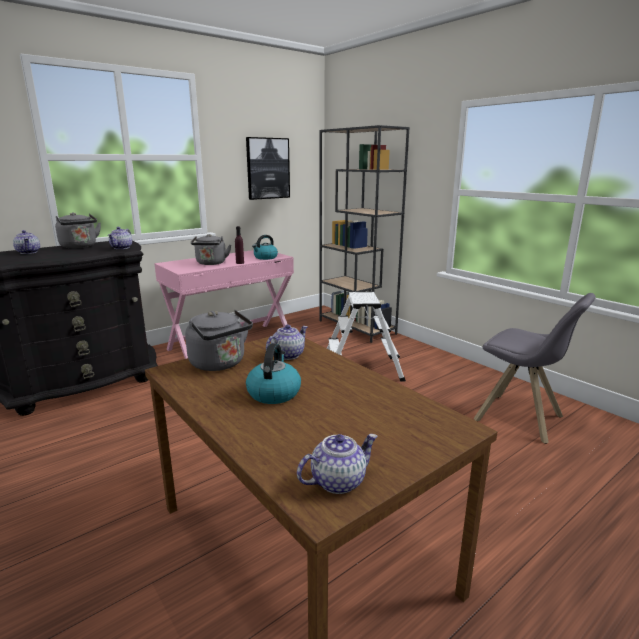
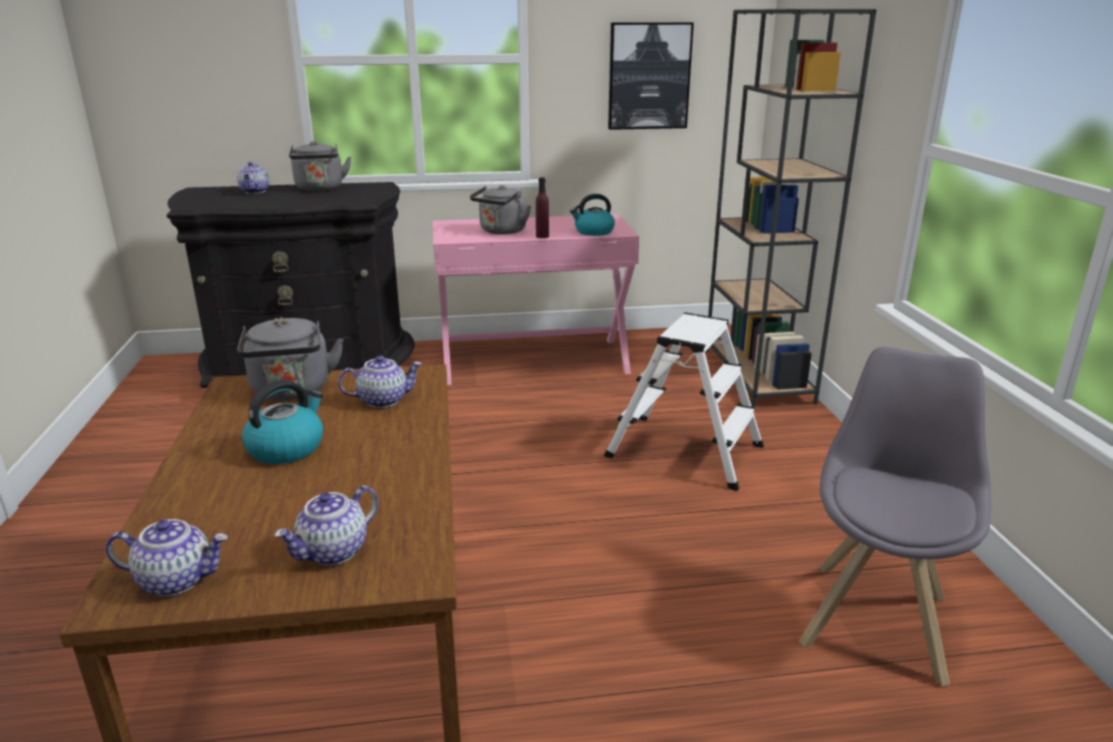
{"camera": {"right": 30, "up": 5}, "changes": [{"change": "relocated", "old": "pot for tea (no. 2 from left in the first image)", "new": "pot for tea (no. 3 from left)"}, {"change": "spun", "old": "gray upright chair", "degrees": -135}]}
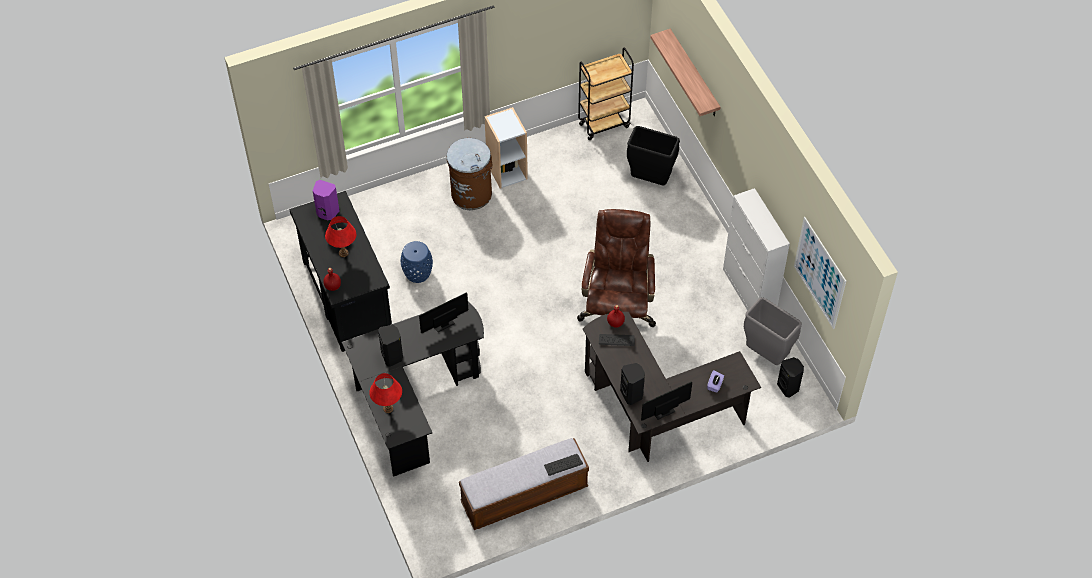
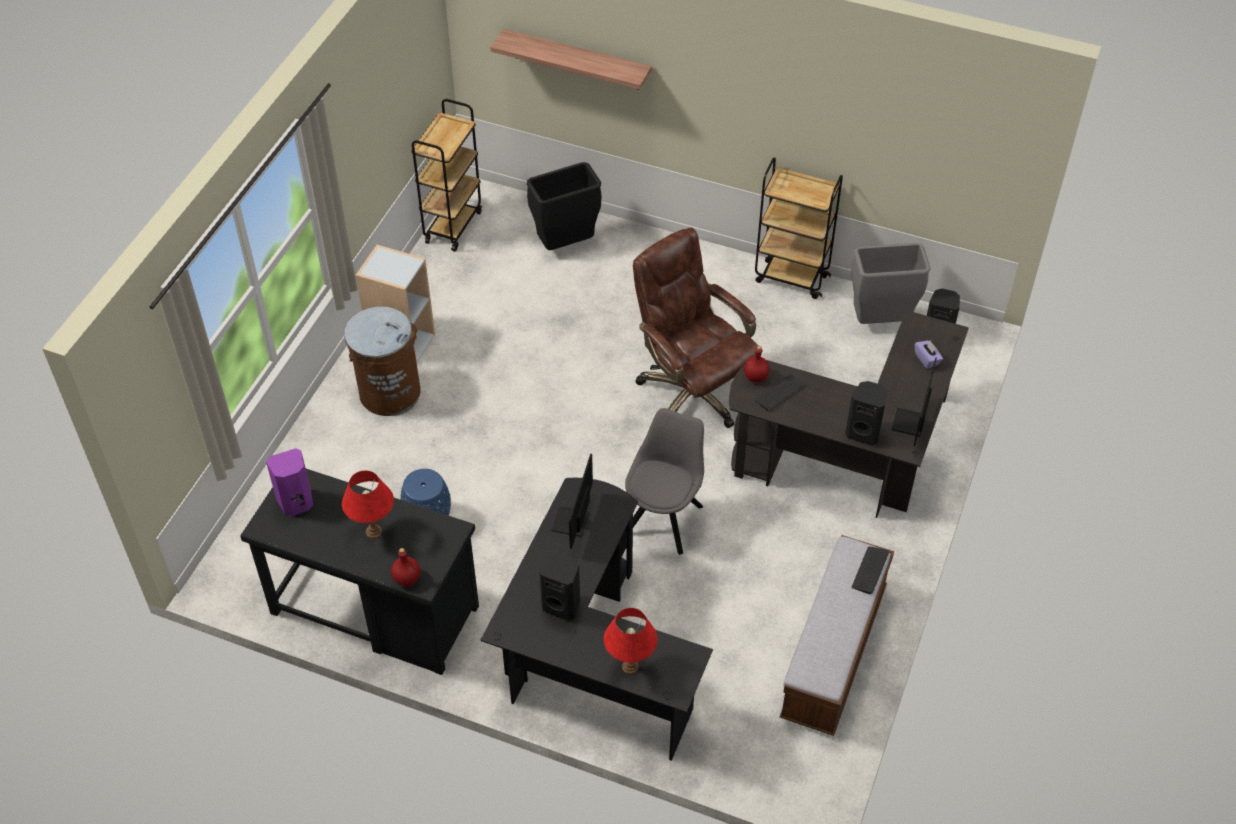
{"camera": {"right": -45, "up": -5}, "changes": [{"change": "exchanged", "old": "white-coloured storage cabinet", "new": "brownish wheeled cart (no. 2 from left)"}, {"change": "missing", "old": "wall picture"}, {"change": "appeared", "new": "gray upright chair"}]}
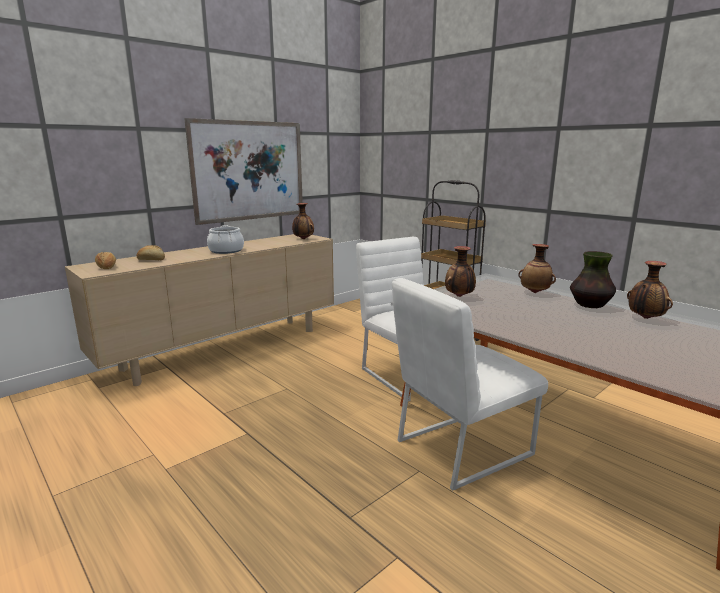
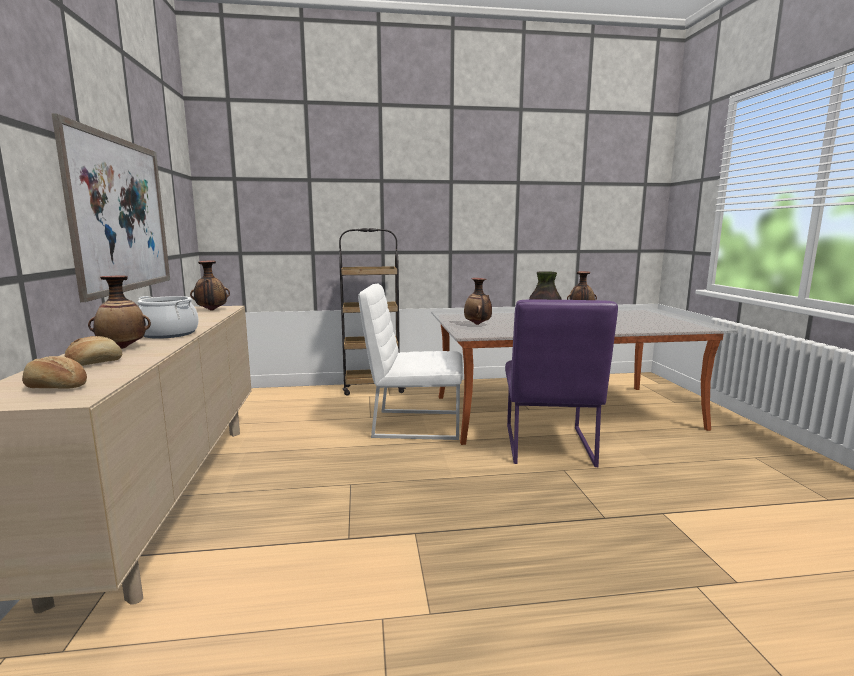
{"camera": {"right": -55, "up": -5}, "changes": [{"change": "colour", "old": "white-coloured upright chair (no. 2 from left)", "new": "purple upright chair"}, {"change": "relocated", "old": "flower vase (no. 3 from left in the first image)", "new": "flower vase (no. 1 from left)"}]}
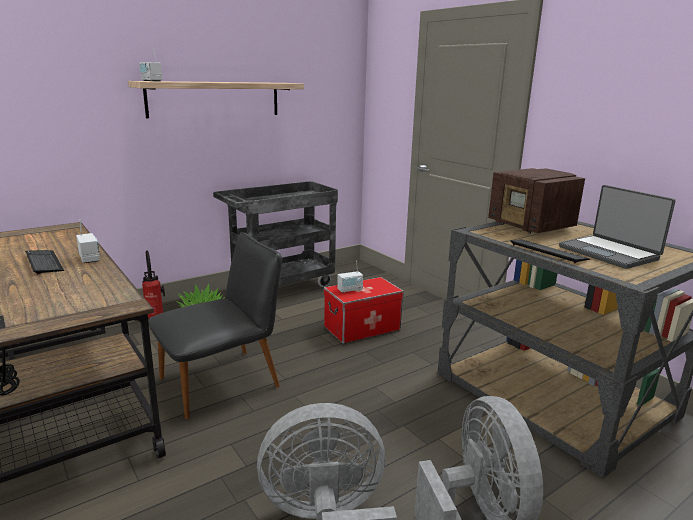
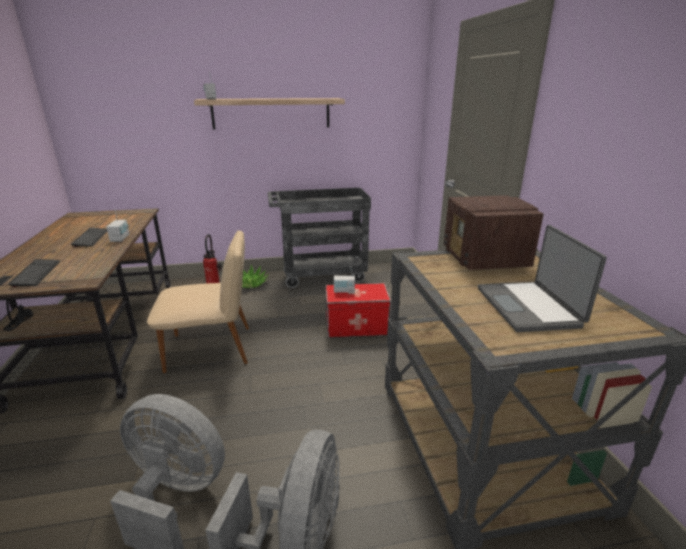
{"camera": {"right": 25, "up": 5}, "changes": [{"change": "colour", "old": "black upright chair", "new": "beige-coloured upright chair"}, {"change": "relocated", "old": "keyboard (no. 2 from left in the first image)", "new": "keyboard (no. 1 from left)"}]}
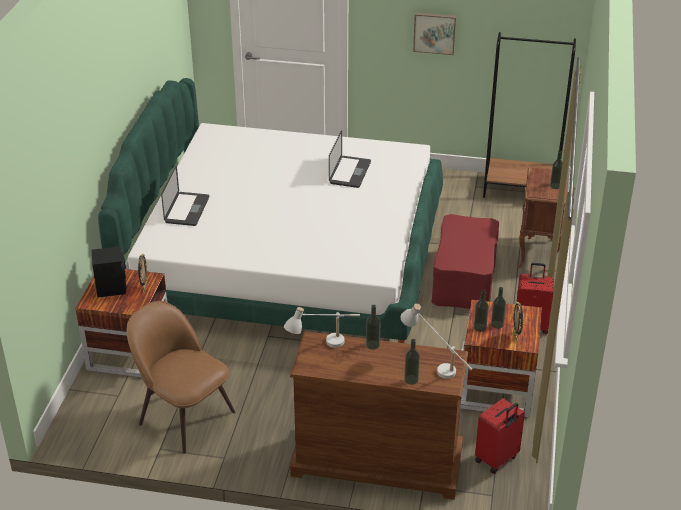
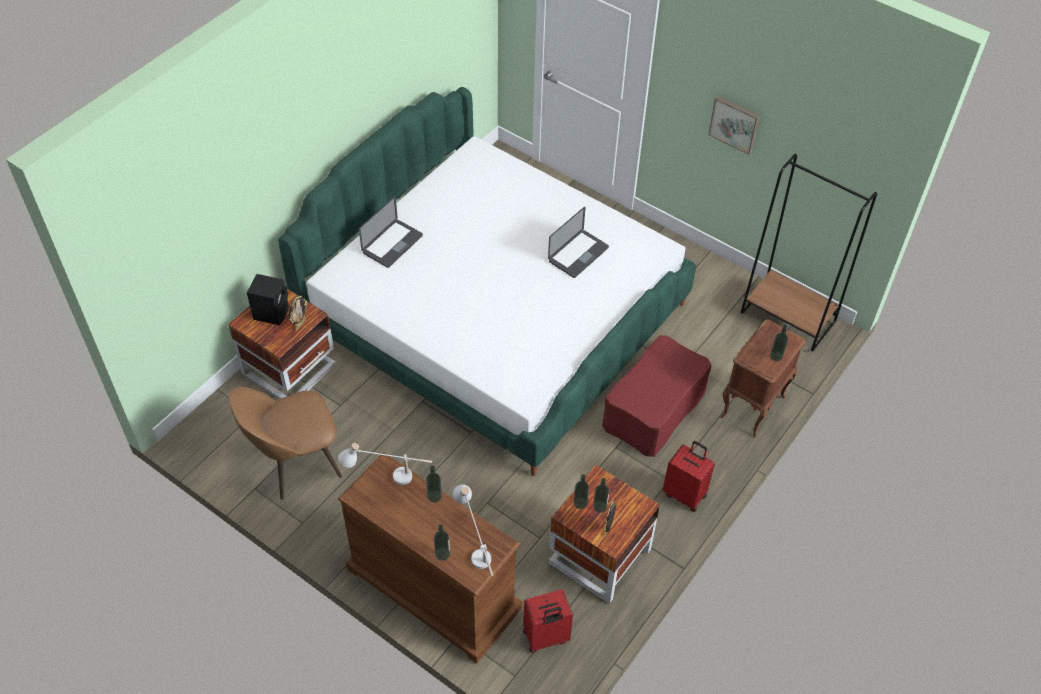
{"camera": {"right": 25, "up": 15}, "changes": [{"change": "spun", "old": "brownish upright chair", "degrees": -90}]}
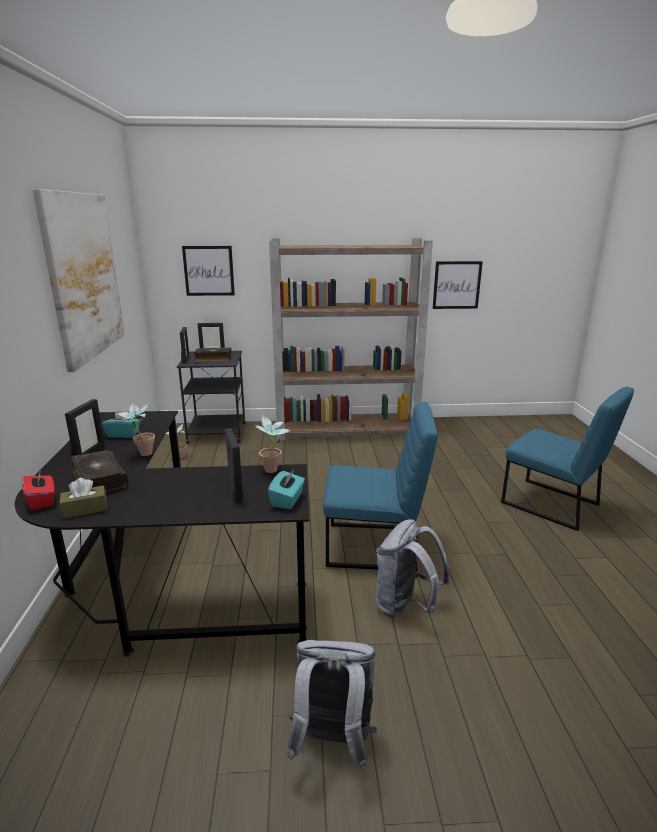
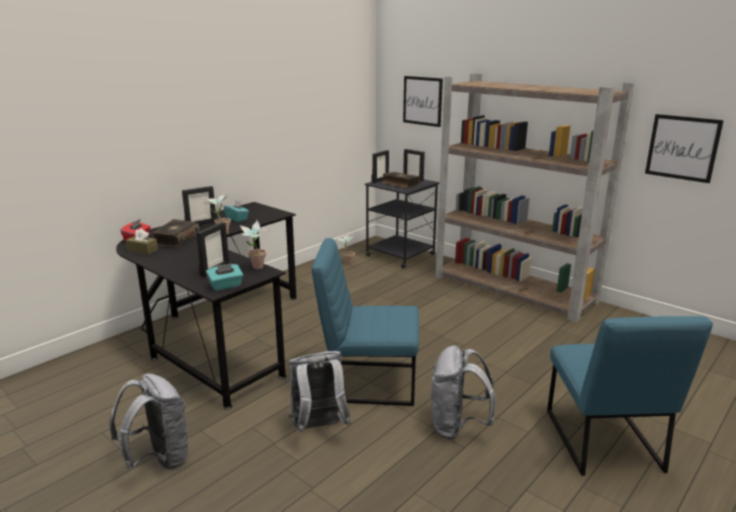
{"camera": {"right": 45, "up": 0}, "changes": [{"change": "missing", "old": "wall picture (no. 1 from left)"}, {"change": "spun", "old": "bluish upright chair (no. 1 from left)", "degrees": 135}, {"change": "appeared", "new": "gray backpack (no. 3 from left)"}]}
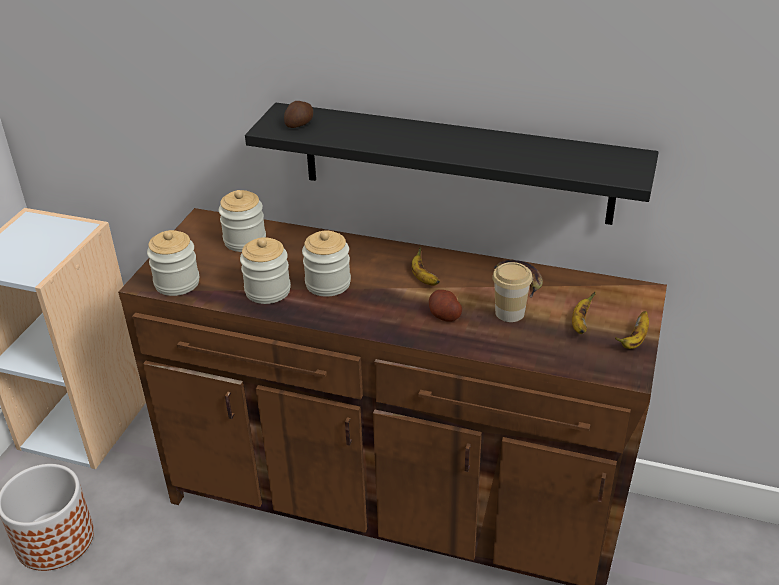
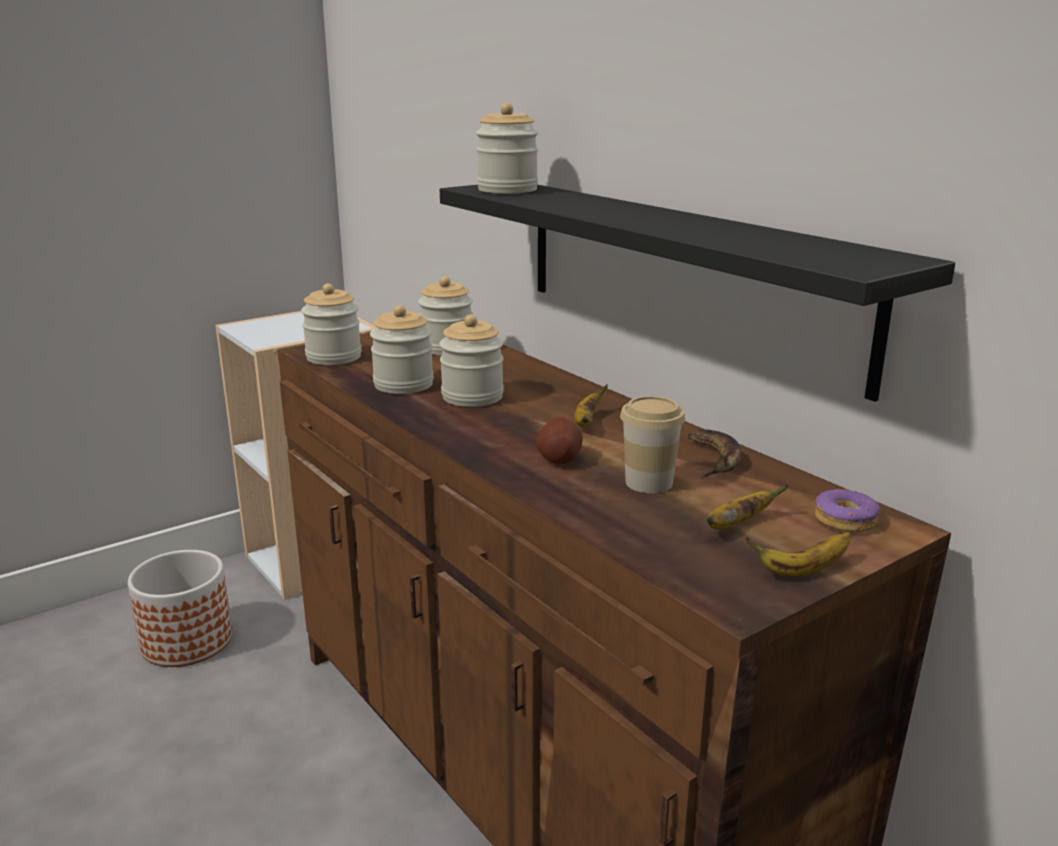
{"camera": {"right": 35, "up": -15}, "changes": [{"change": "exchanged", "old": "spud (no. 1 from left)", "new": "storage jar (no. 5 from left)"}, {"change": "appeared", "new": "ring doughnut"}]}
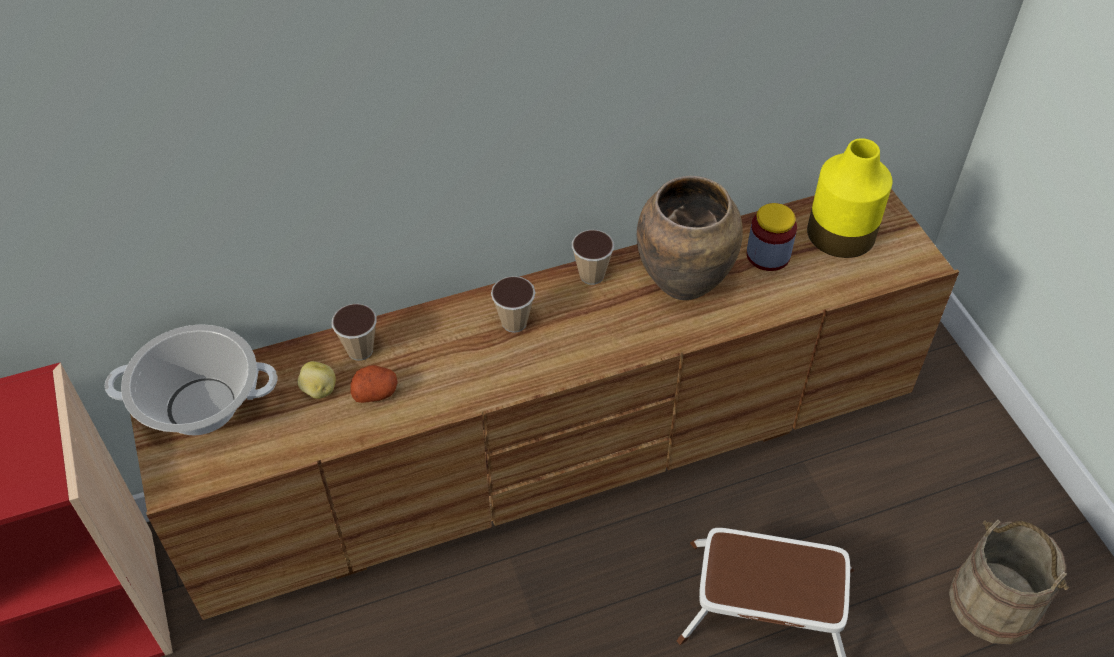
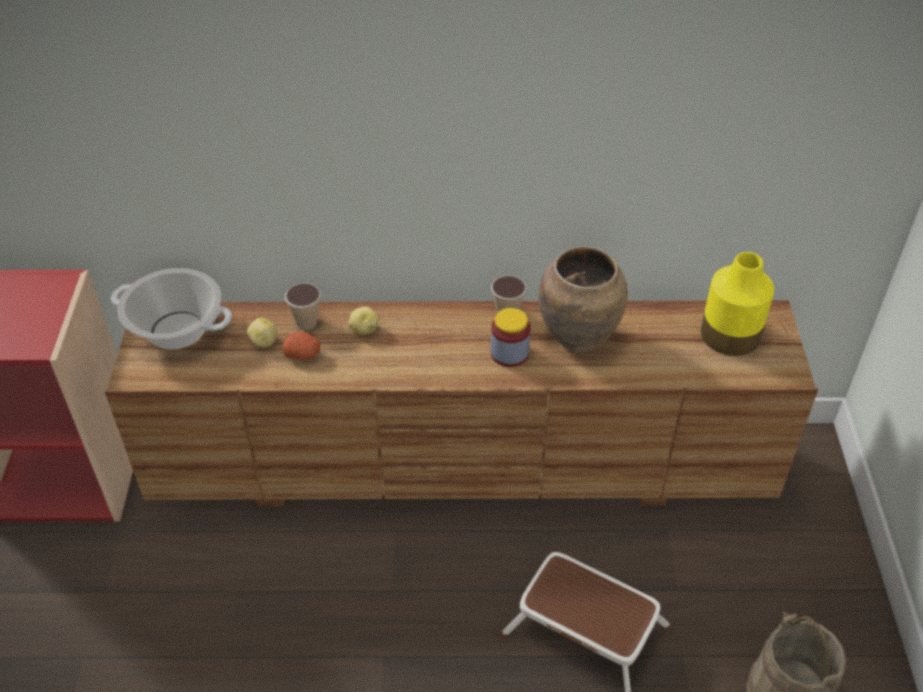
{"camera": {"right": 20, "up": -5}, "changes": [{"change": "missing", "old": "small cup (no. 2 from left)"}, {"change": "relocated", "old": "storage jar"}, {"change": "appeared", "new": "spud (no. 3 from left)"}]}
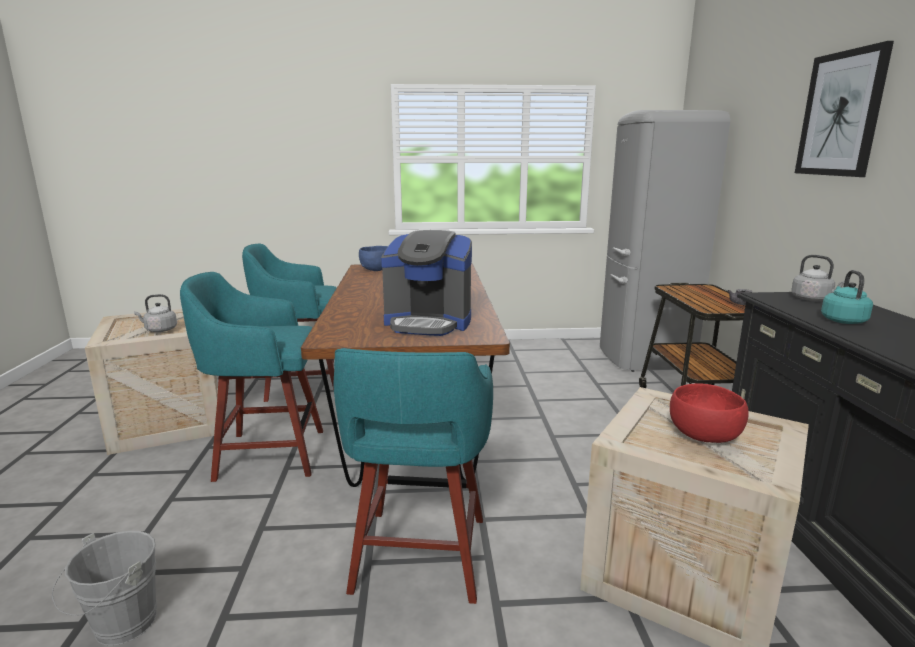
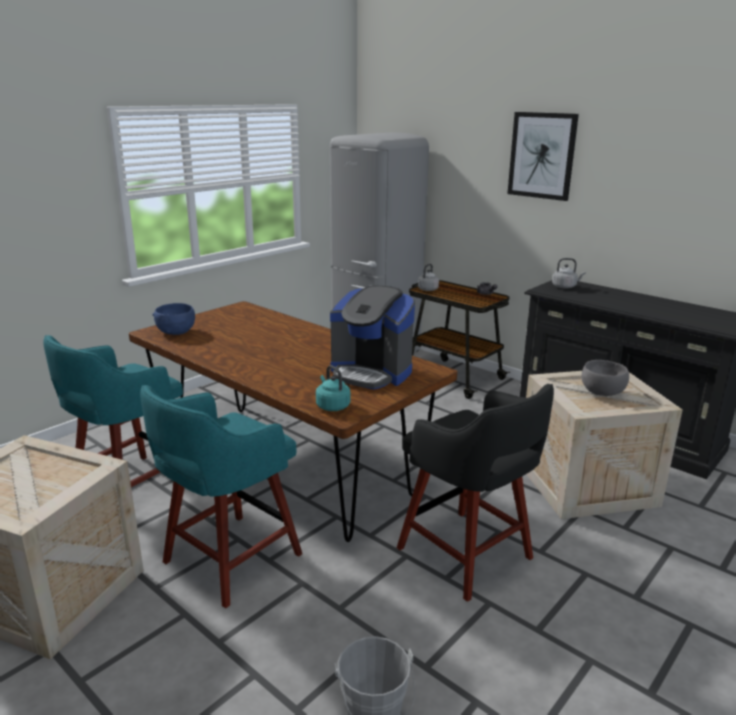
{"camera": {"right": -45, "up": 5}, "changes": [{"change": "relocated", "old": "gray tea kettle (no. 1 from left)"}, {"change": "colour", "old": "turquoise-coloured sitting stool (no. 3 from left)", "new": "black sitting stool"}, {"change": "spun", "old": "coffee machine", "degrees": 60}, {"change": "colour", "old": "reddish deep dish", "new": "gray deep dish"}, {"change": "relocated", "old": "turquoise-coloured tea kettle"}]}
